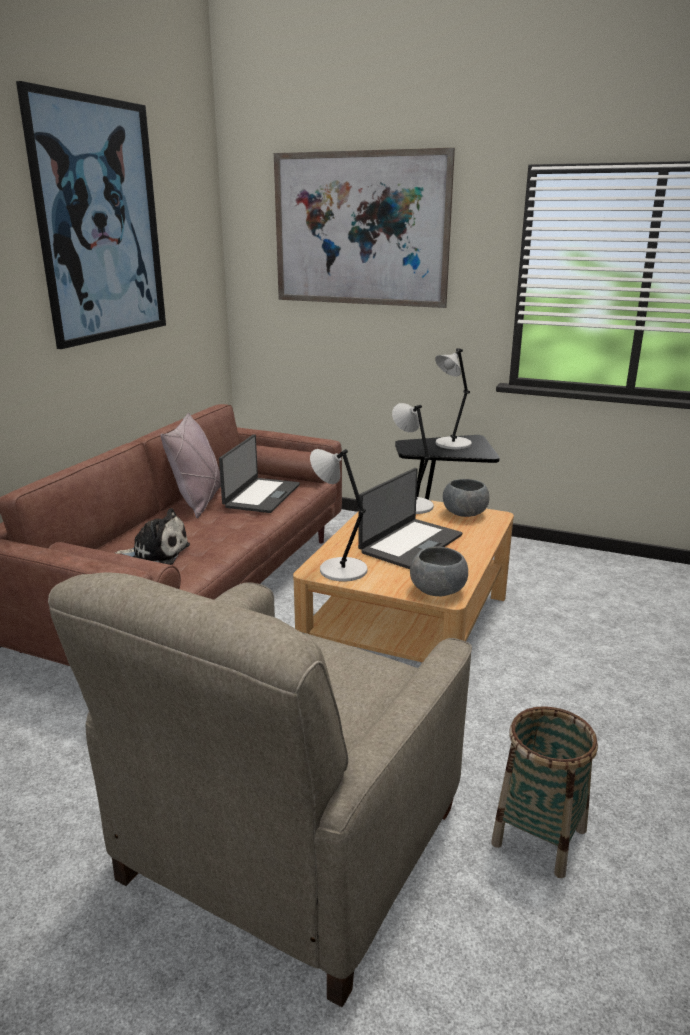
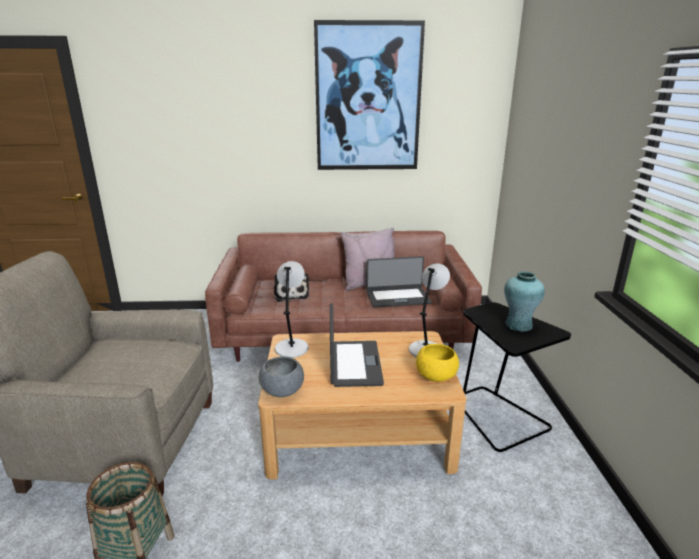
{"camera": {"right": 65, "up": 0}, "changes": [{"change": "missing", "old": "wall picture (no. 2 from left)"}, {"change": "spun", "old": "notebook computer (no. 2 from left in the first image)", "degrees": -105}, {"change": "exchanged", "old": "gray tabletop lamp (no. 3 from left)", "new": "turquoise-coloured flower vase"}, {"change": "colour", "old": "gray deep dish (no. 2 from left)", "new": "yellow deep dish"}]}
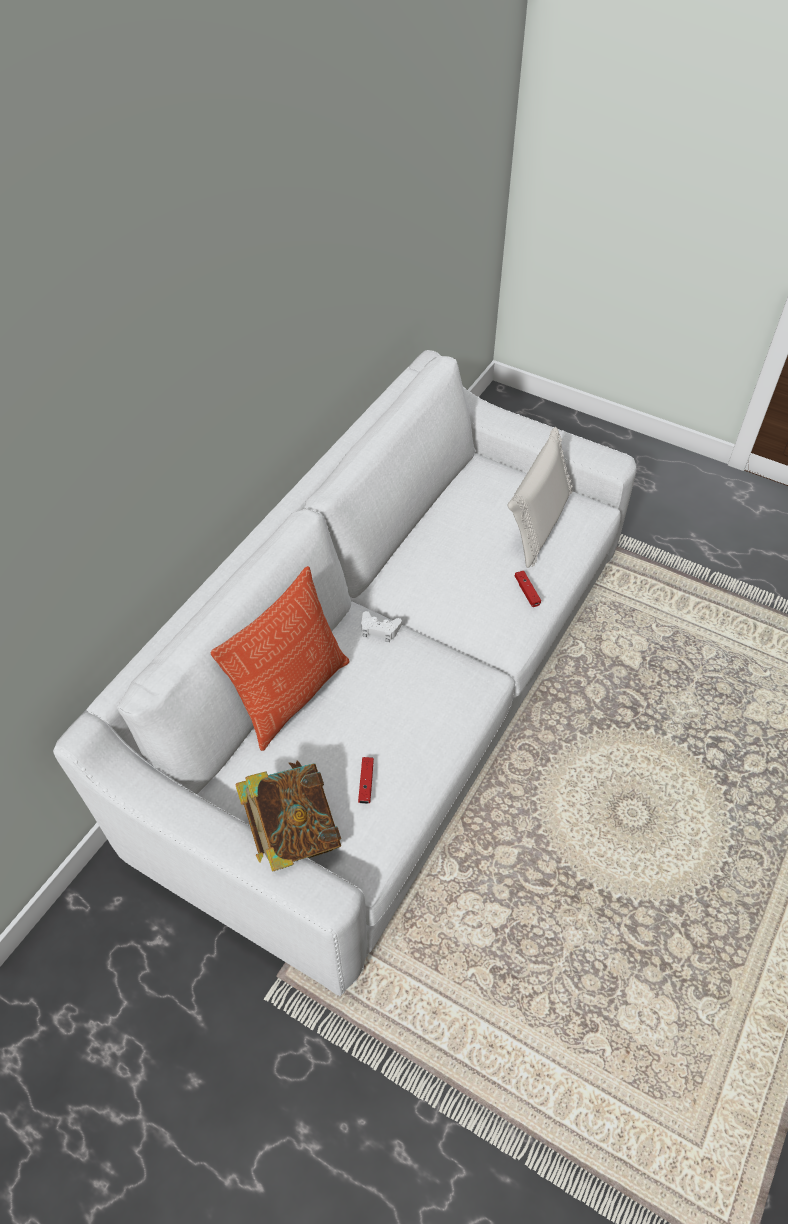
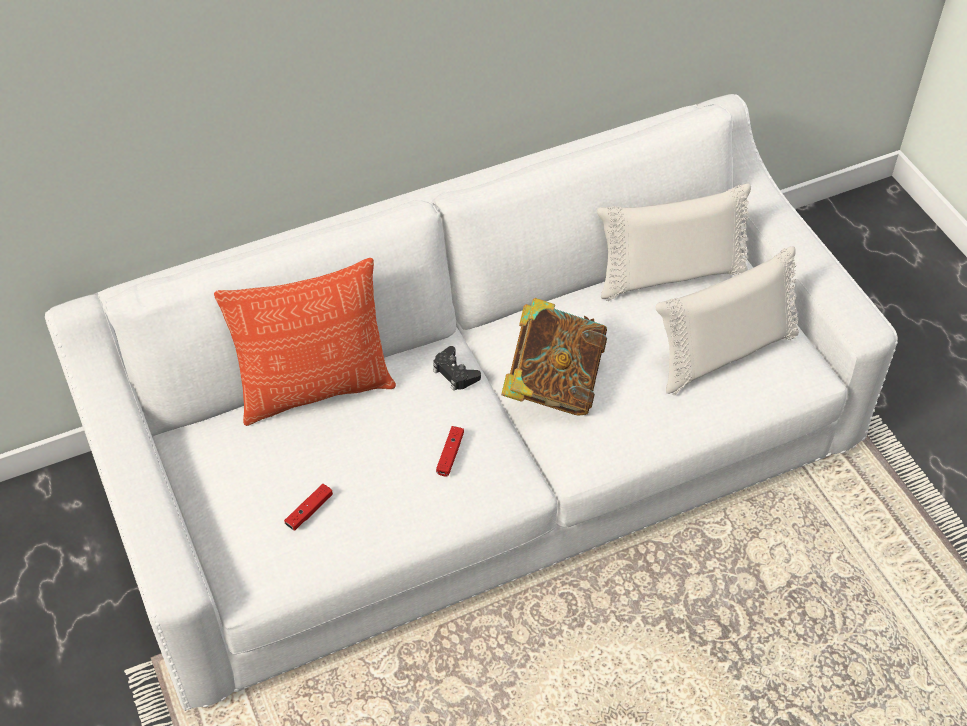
{"camera": {"right": 35, "up": 0}, "changes": [{"change": "relocated", "old": "volume"}, {"change": "colour", "old": "white-coloured gamepad", "new": "black gamepad"}, {"change": "relocated", "old": "reddish gamepad (no. 2 from left)"}, {"change": "appeared", "new": "white-coloured throw pillow (no. 1 from left)"}]}
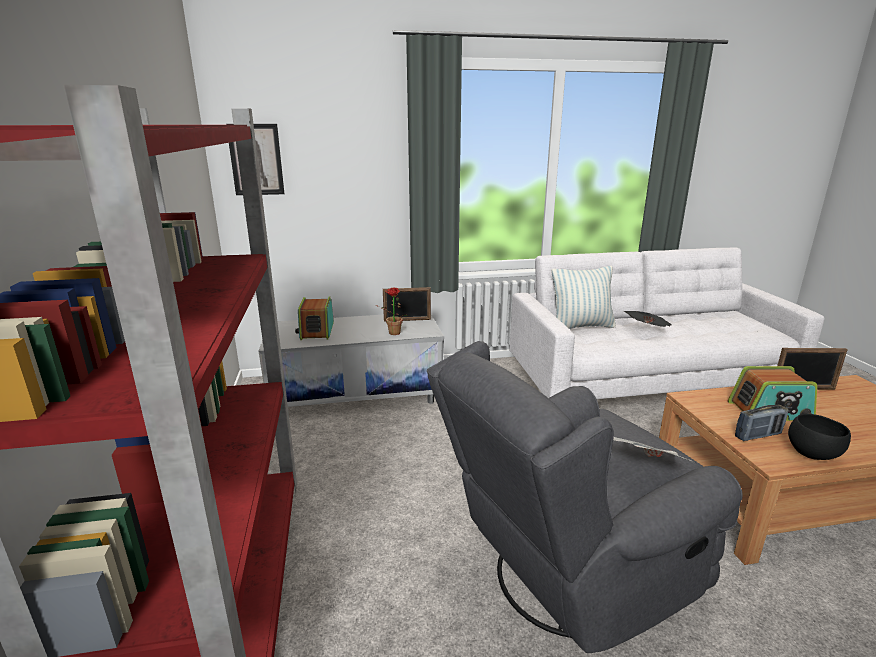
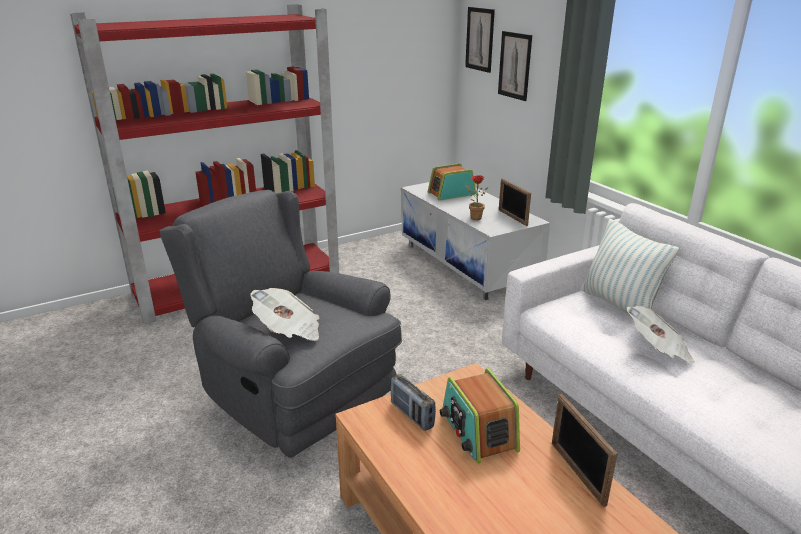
{"camera": {"right": 70, "up": 5}, "changes": [{"change": "missing", "old": "black deep dish"}, {"change": "appeared", "new": "wall picture (no. 2 from left)"}]}
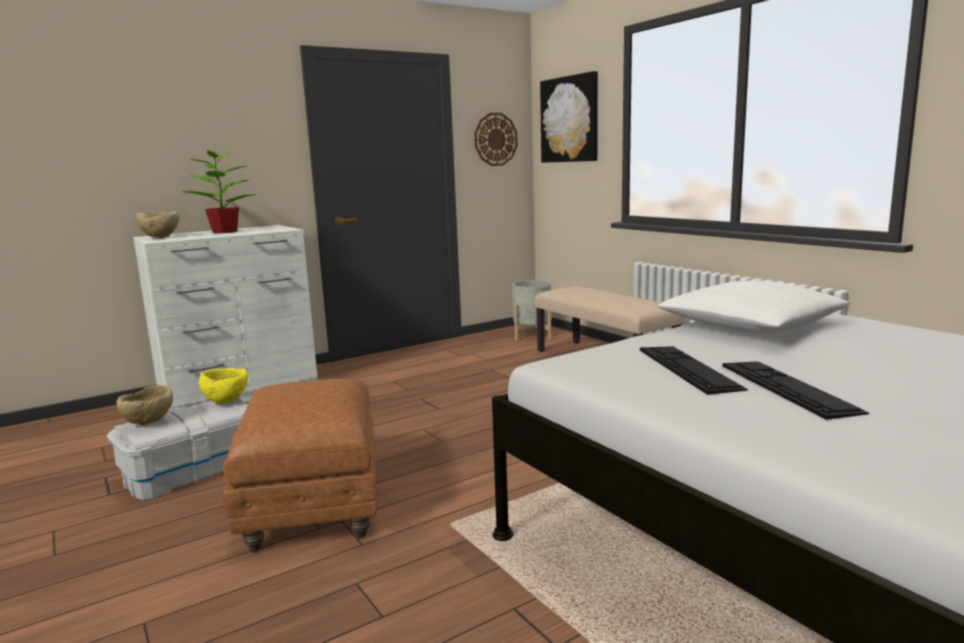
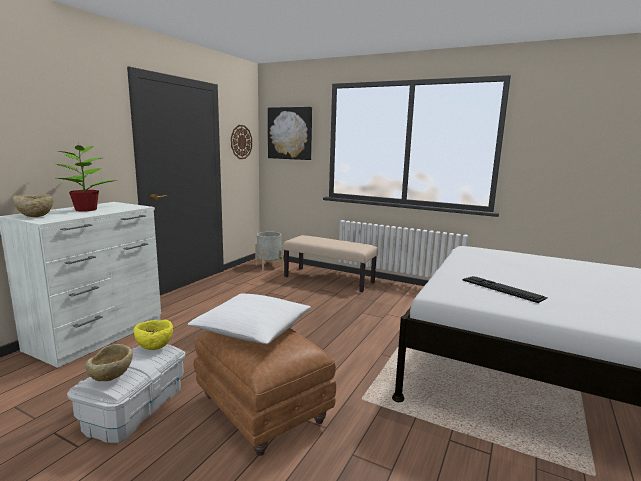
{"camera": {"right": -30, "up": 0}, "changes": [{"change": "relocated", "old": "white-coloured throw pillow"}, {"change": "missing", "old": "keyboard (no. 2 from left)"}]}
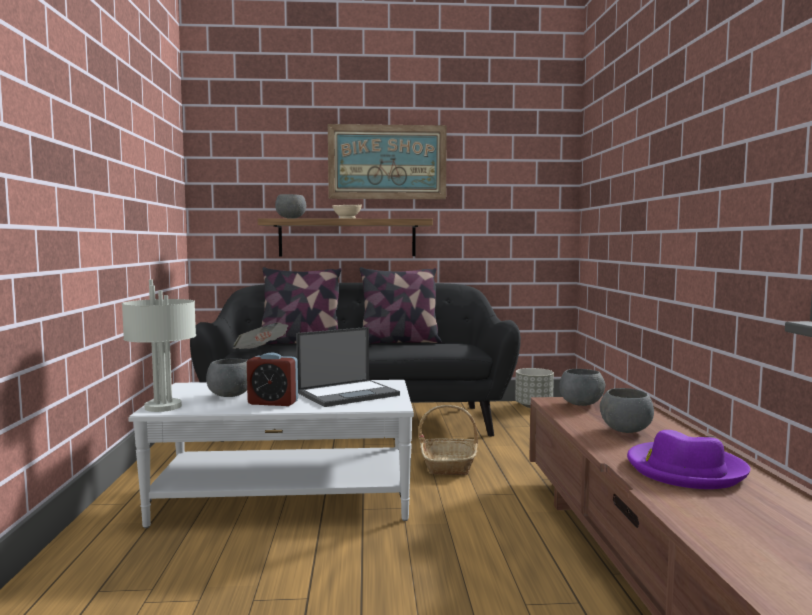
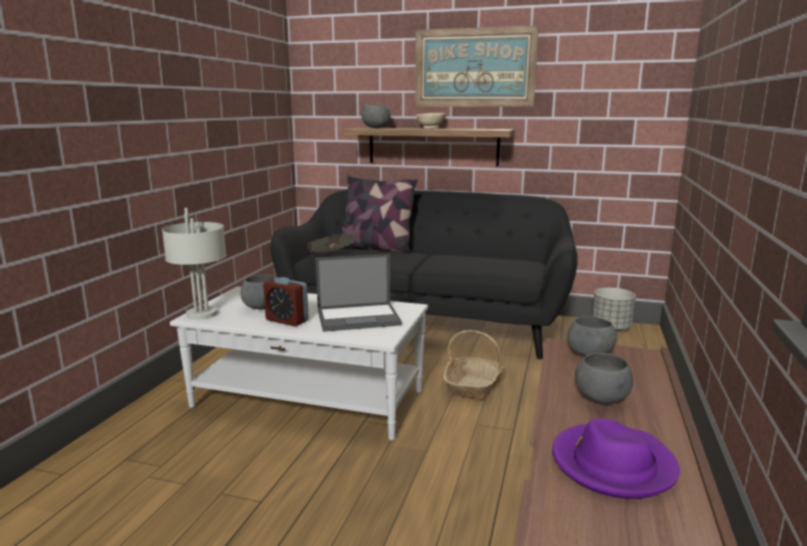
{"camera": {"right": 20, "up": 10}, "changes": [{"change": "missing", "old": "throw pillow (no. 2 from left)"}]}
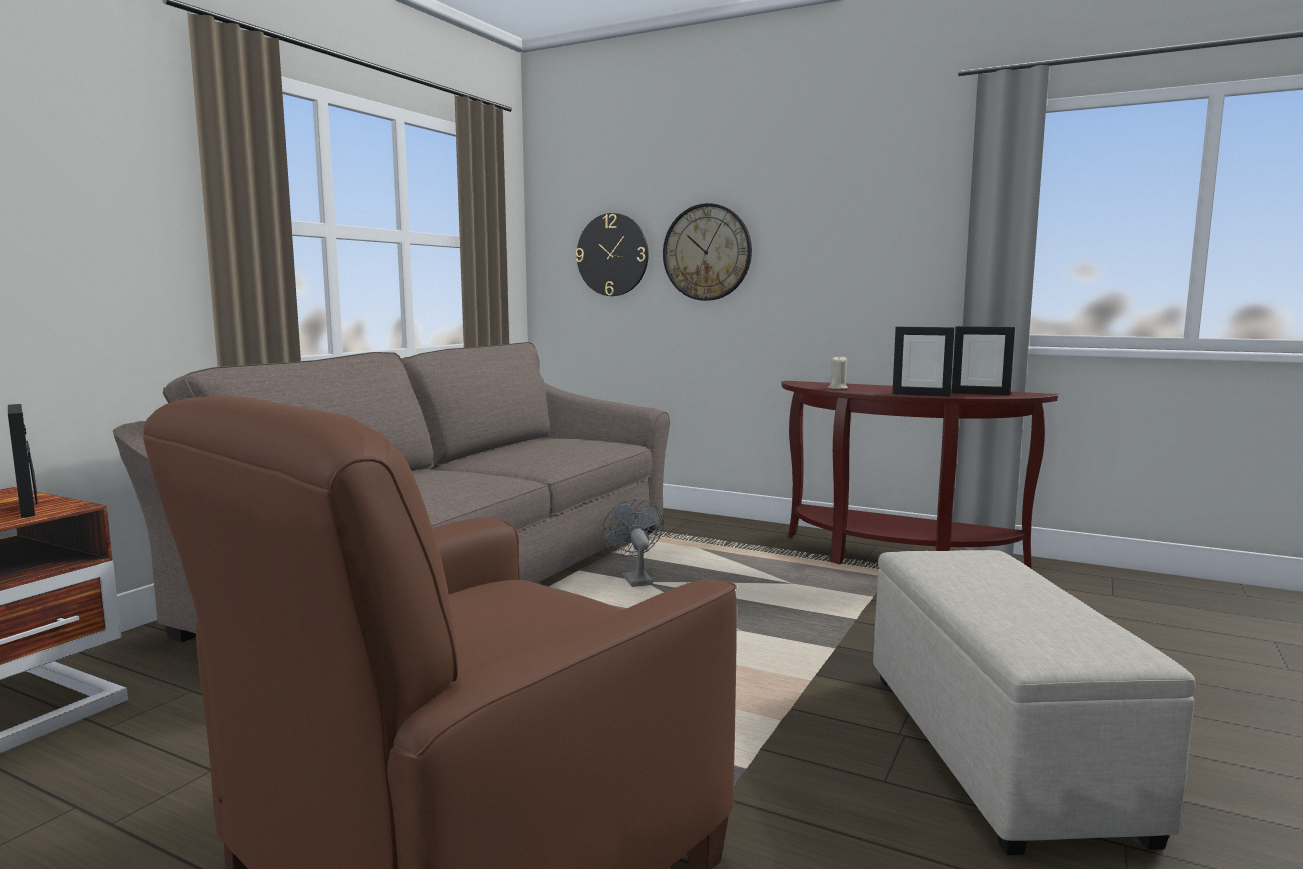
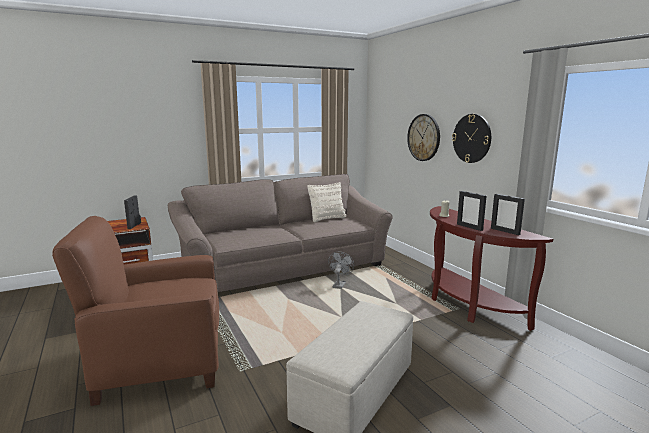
{"camera": {"right": 35, "up": 5}, "changes": [{"change": "relocated", "old": "hanging clock (no. 1 from left in the first image)", "new": "hanging clock (no. 2 from left)"}, {"change": "appeared", "new": "beige-coloured throw pillow"}]}
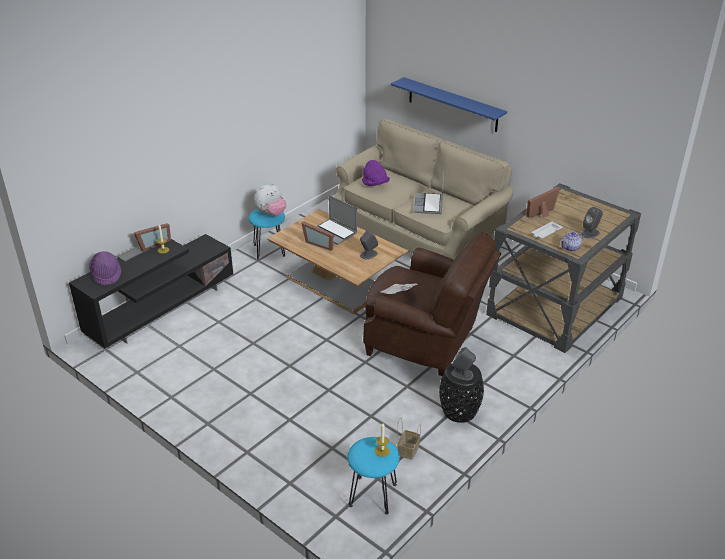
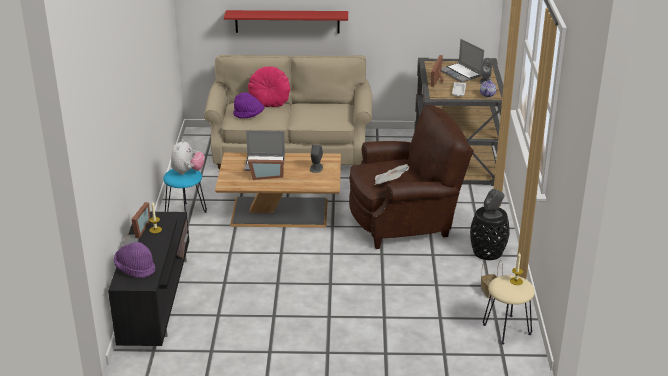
{"camera": {"right": -40, "up": -5}, "changes": [{"change": "colour", "old": "turquoise-coloured sitting stool (no. 2 from left)", "new": "beige-coloured sitting stool"}, {"change": "colour", "old": "bluish bracket shelf", "new": "reddish bracket shelf"}, {"change": "relocated", "old": "notebook computer (no. 2 from left)"}, {"change": "appeared", "new": "pinkish throw pillow"}]}
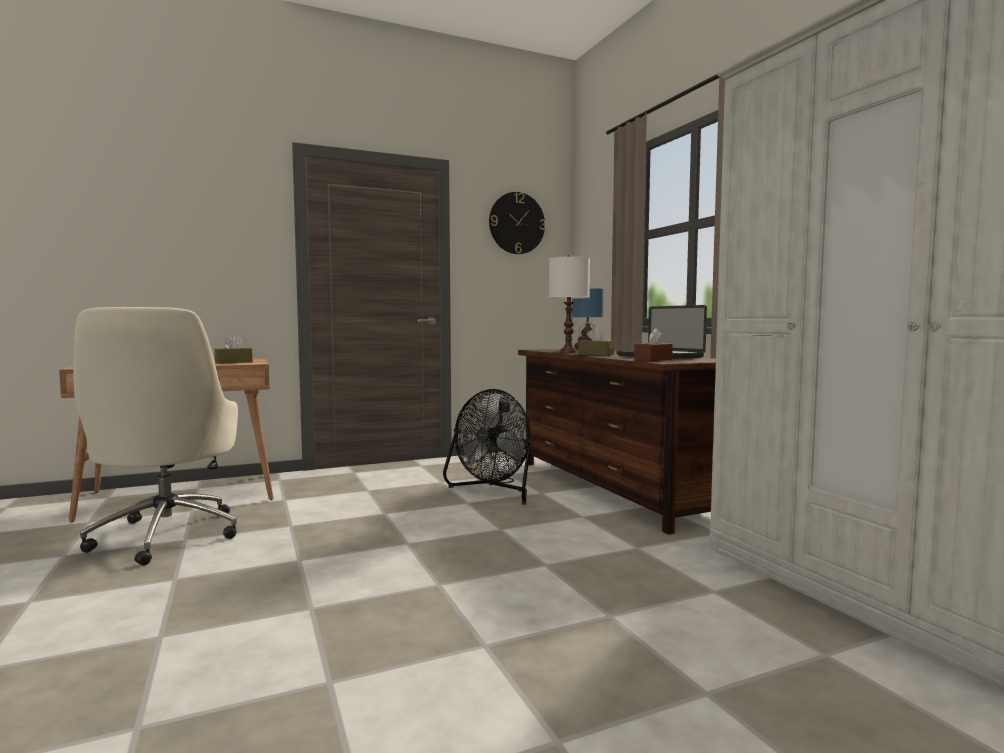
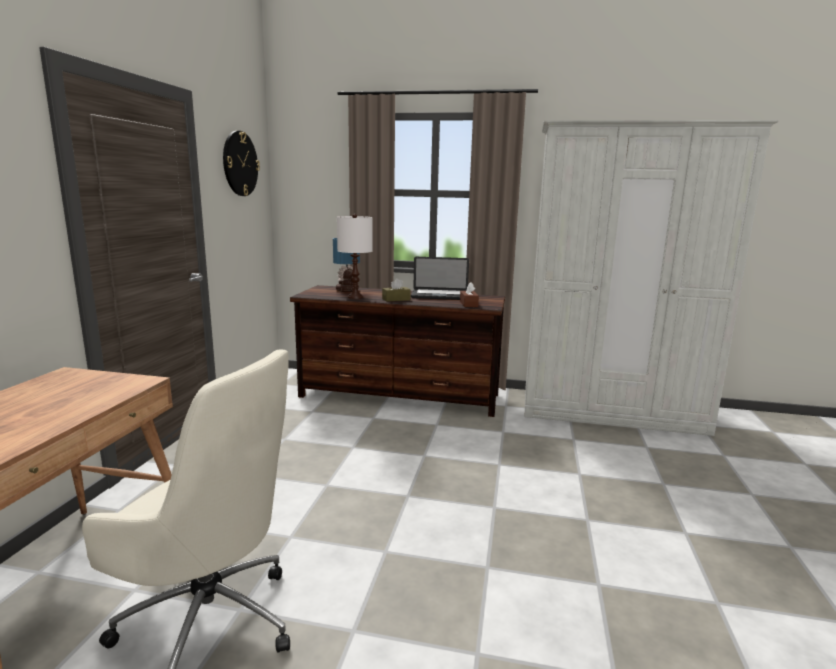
{"camera": {"right": -55, "up": 10}, "changes": [{"change": "missing", "old": "brownish box of tissues (no. 1 from left)"}, {"change": "missing", "old": "black fan"}]}
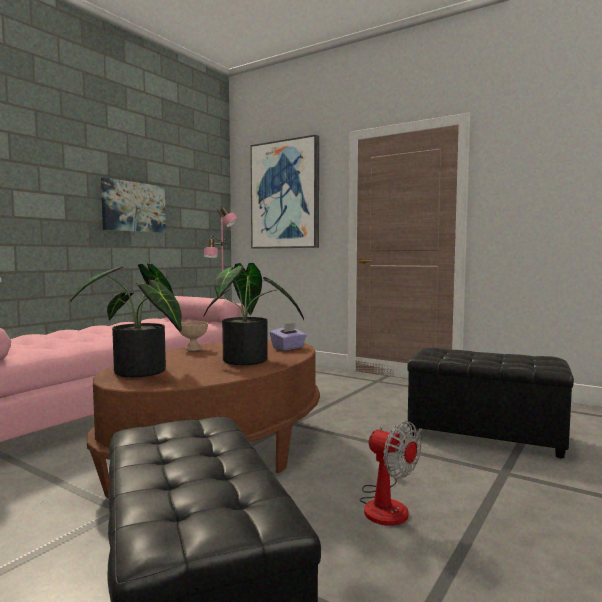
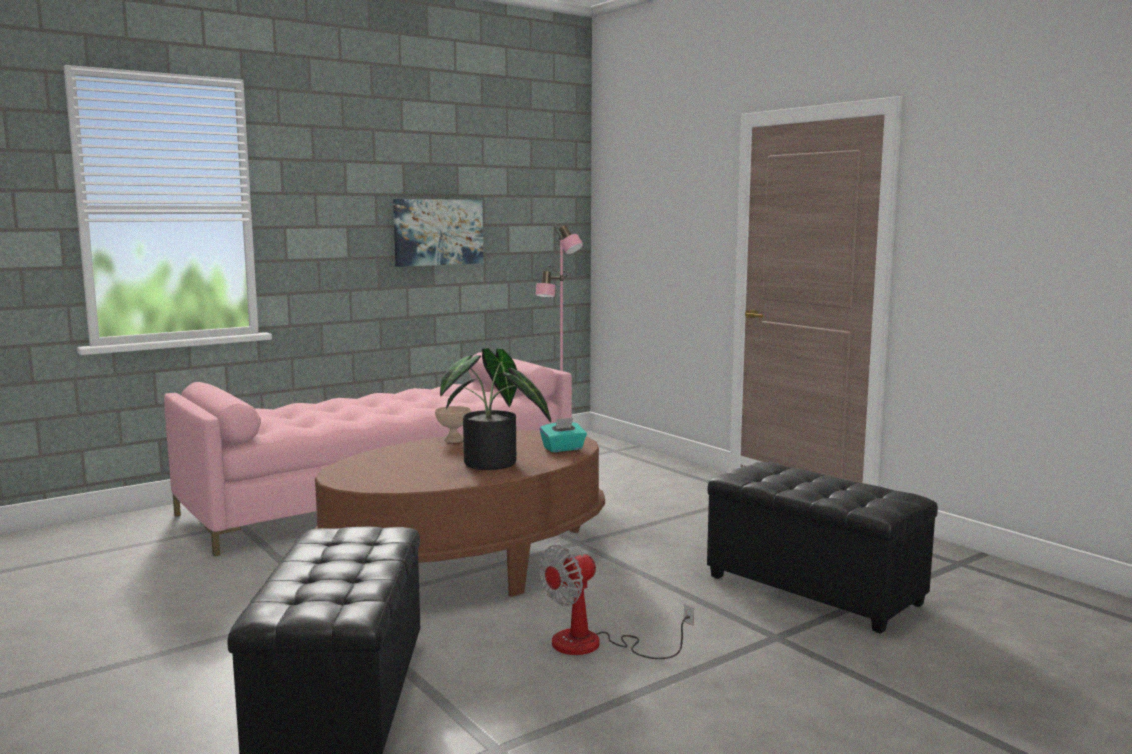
{"camera": {"right": 20, "up": 5}, "changes": [{"change": "missing", "old": "plant in a pot (no. 1 from left)"}, {"change": "missing", "old": "wall picture (no. 2 from left)"}, {"change": "colour", "old": "purple box of tissues", "new": "turquoise-coloured box of tissues"}, {"change": "spun", "old": "fan", "degrees": 75}]}
